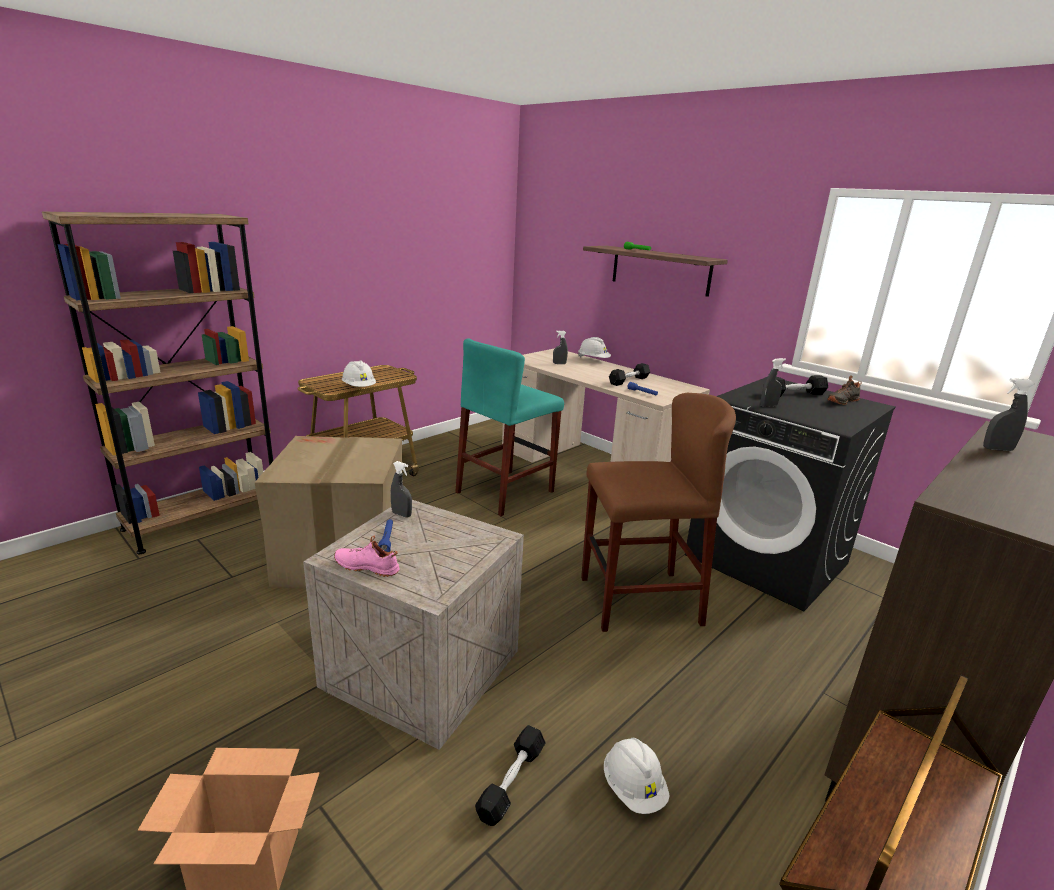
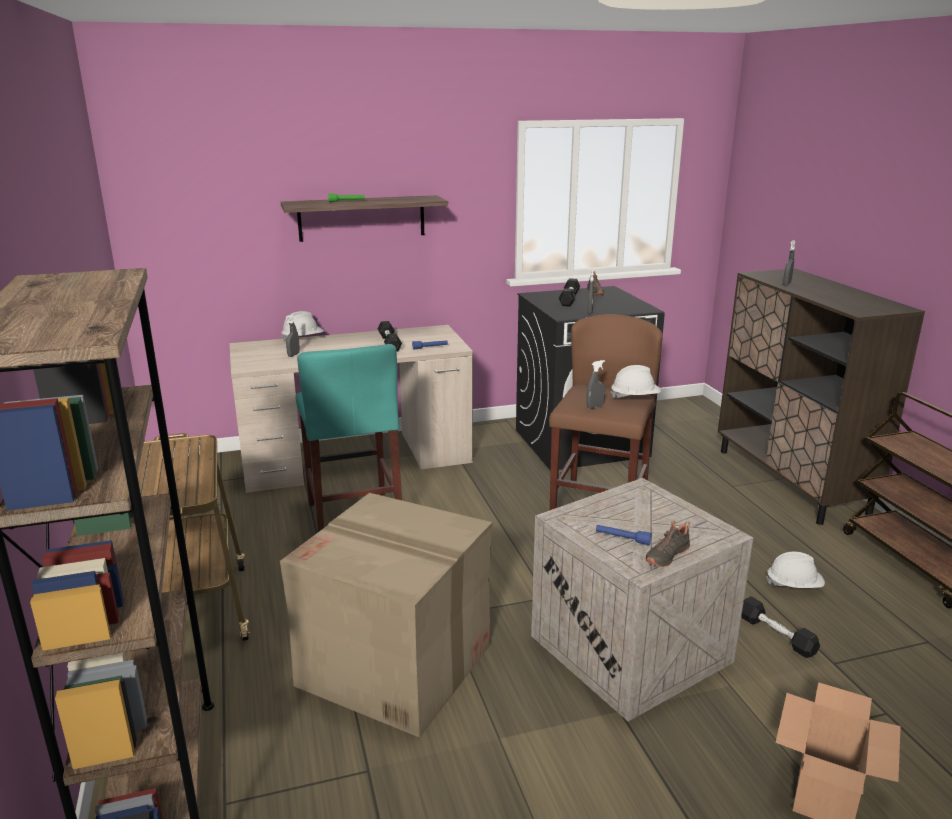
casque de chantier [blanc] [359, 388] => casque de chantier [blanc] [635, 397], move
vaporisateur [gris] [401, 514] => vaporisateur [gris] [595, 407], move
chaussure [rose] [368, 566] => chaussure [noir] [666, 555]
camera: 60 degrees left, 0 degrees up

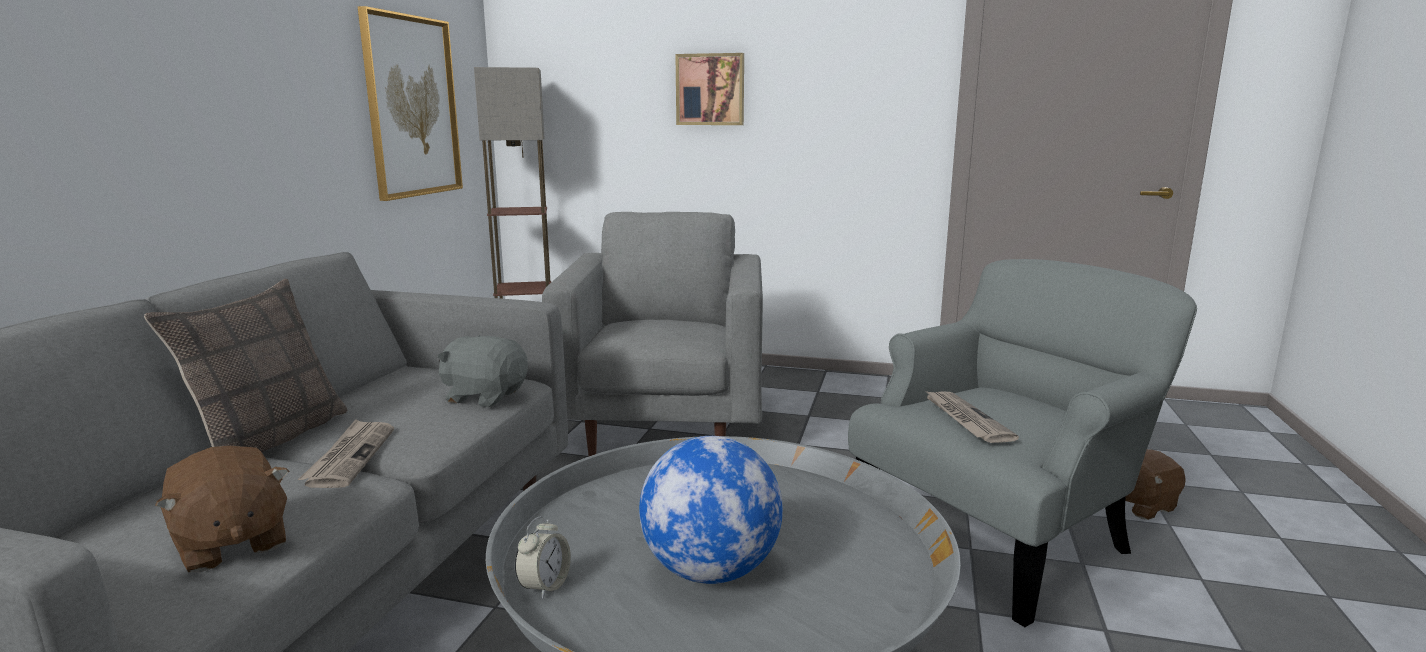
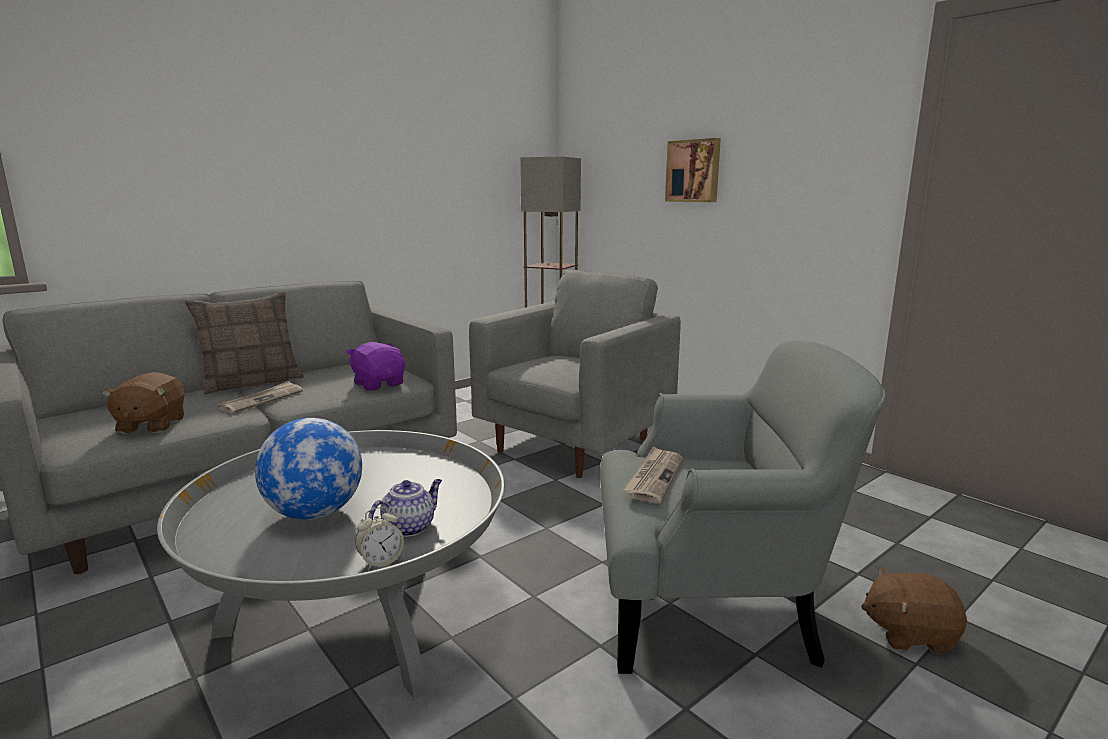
tableau [412, 107] => nothing
nothing => théière [409, 527]
réveil [544, 586] => réveil [381, 562], move
peluche [gris] [485, 396] => peluche [violet] [379, 384]
camera: 35 degrees right, 0 degrees up

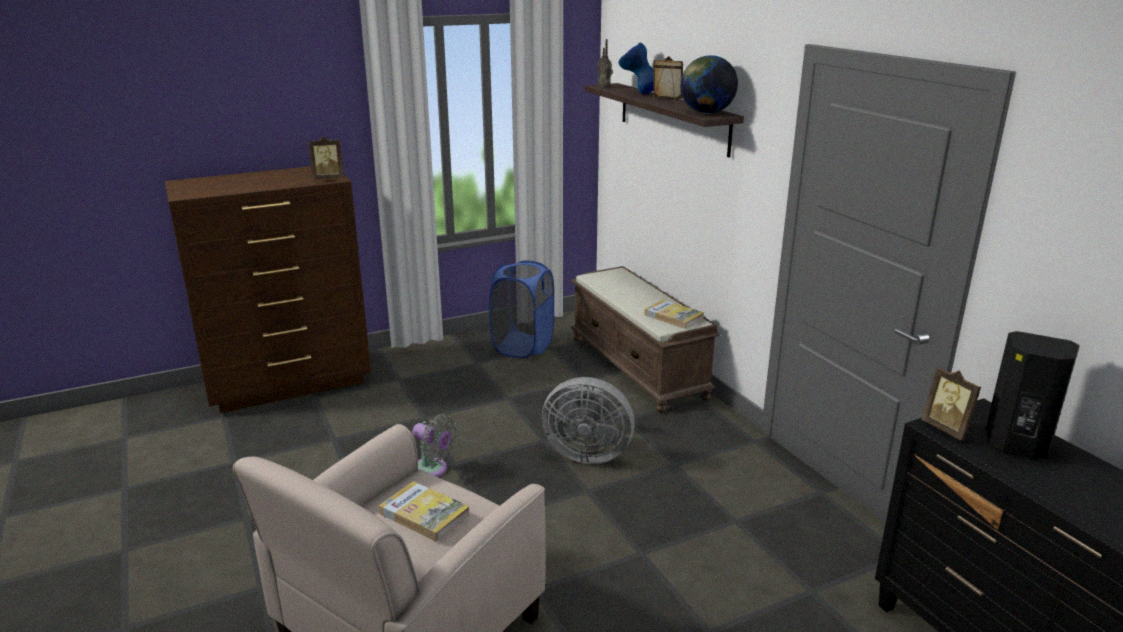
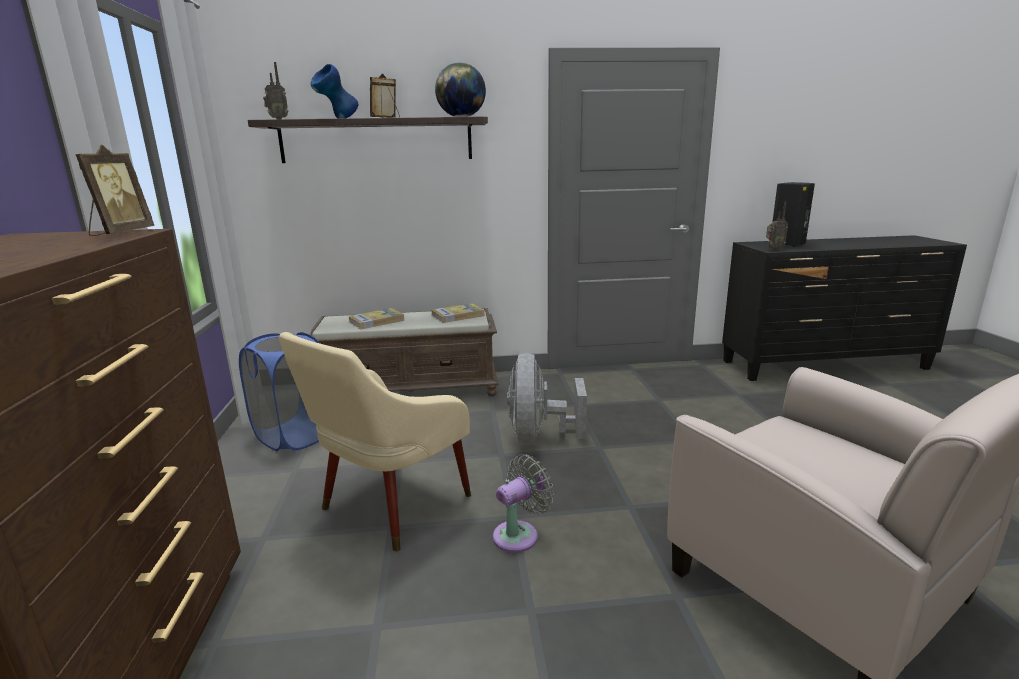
nothing => fauteuil [beige] [389, 507]
livre [424, 514] => livre [376, 321], move
cadre photo [947, 429] => radio [773, 249]
ventilateur [gris] [586, 453] => ventilateur [gris] [538, 438], 150 degrees clockwise
camera: 70 degrees left, 5 degrees down

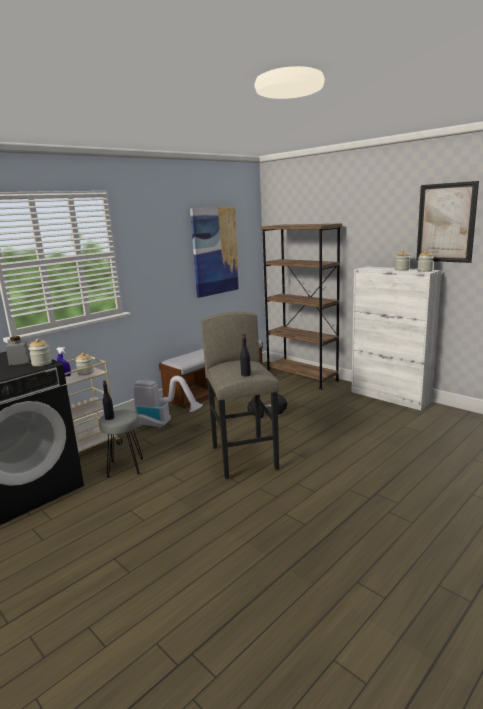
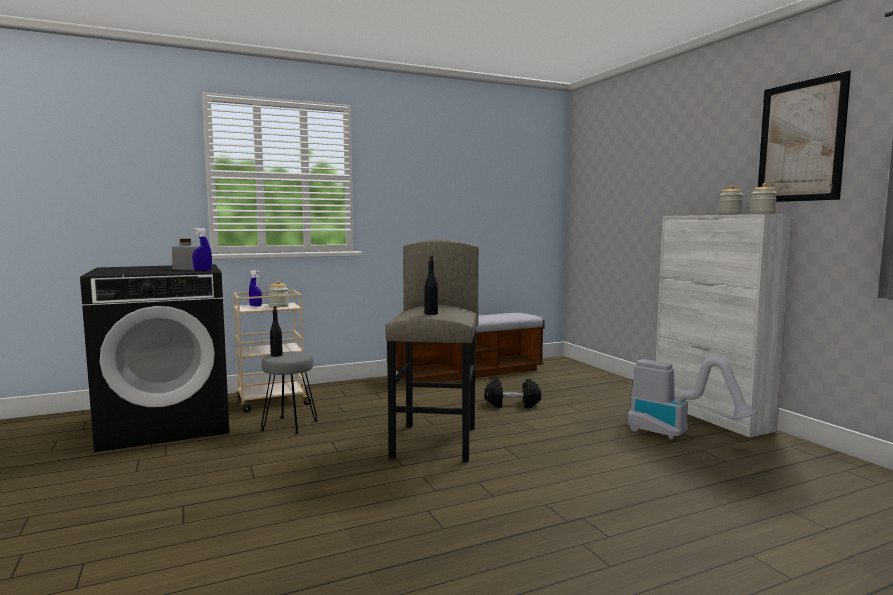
tableau [215, 251] => nothing
bibliothèque [marron] [302, 377] => nothing
aspirateur [164, 424] => aspirateur [677, 435], move
bocal [41, 363] => vaporisateur [bleu] [202, 270]
camera: 20 degrees right, 10 degrees down

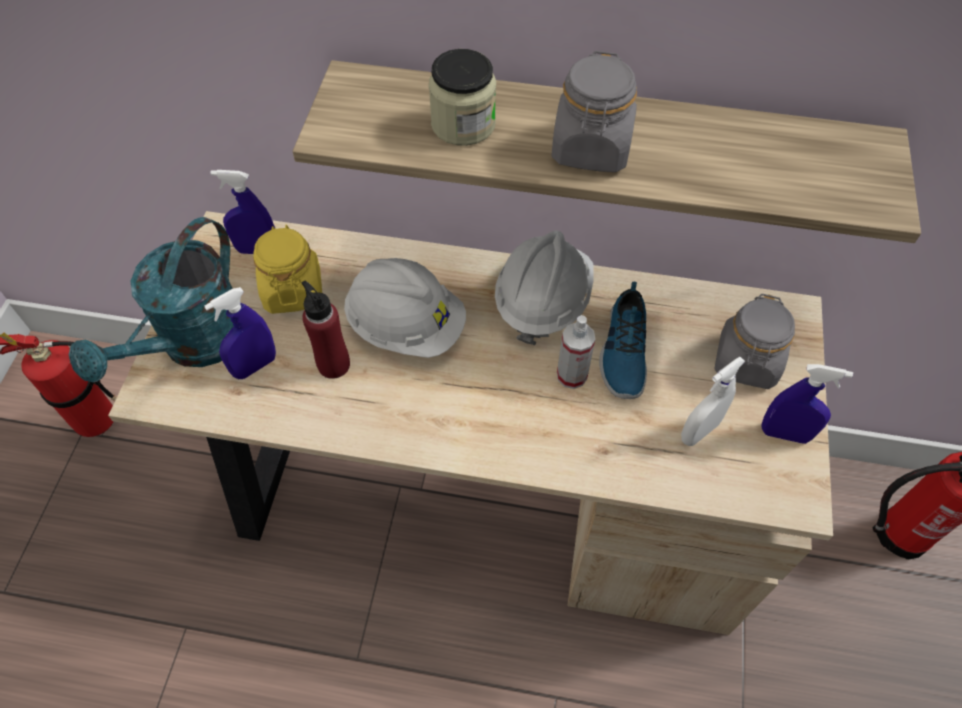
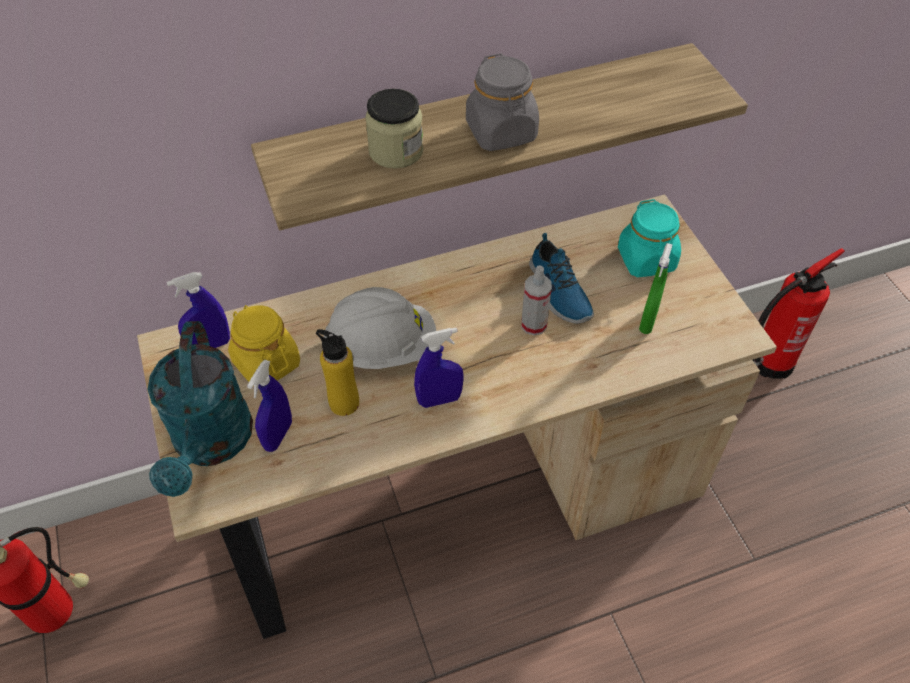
casque de chantier [blanc] [542, 301] => nothing
vaporisateur [bleu] [785, 434] => vaporisateur [bleu] [439, 400], move
bouteille [rouge] [333, 364] => bouteille [jaune] [344, 403]
vaporisateur [blanc] [699, 431] => vaporisateur [vert] [648, 321]
bocal [gris] [746, 362] => bocal [turquoise] [646, 260]
camera: 30 degrees left, 5 degrees down

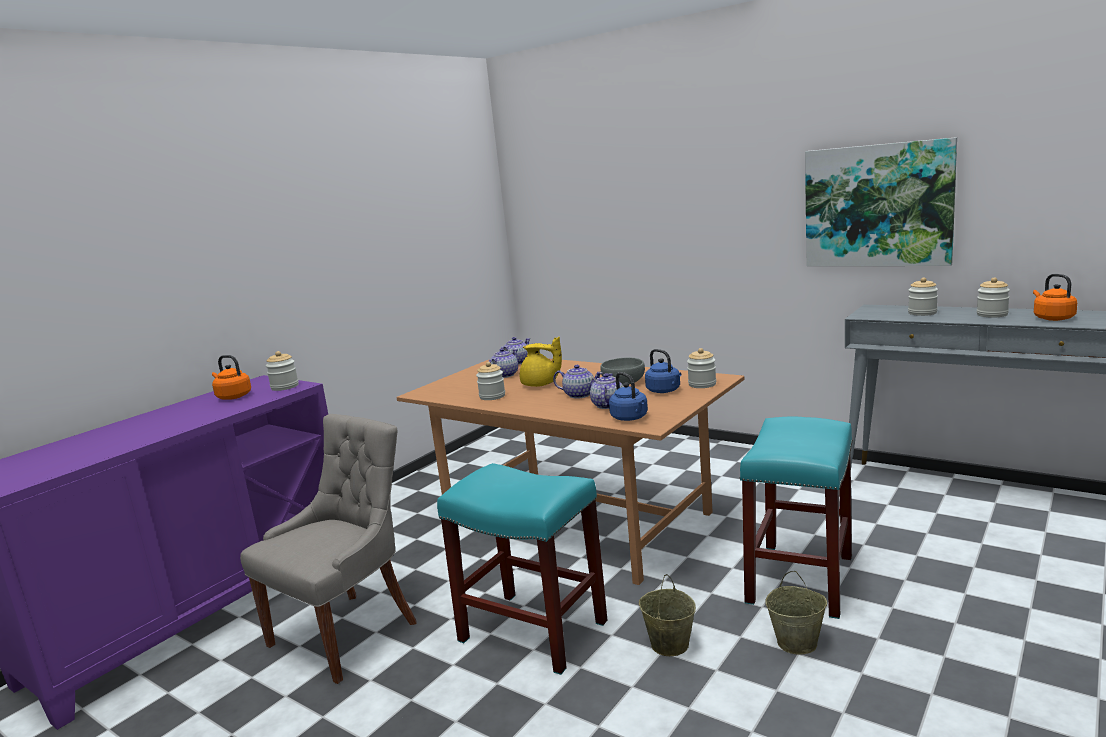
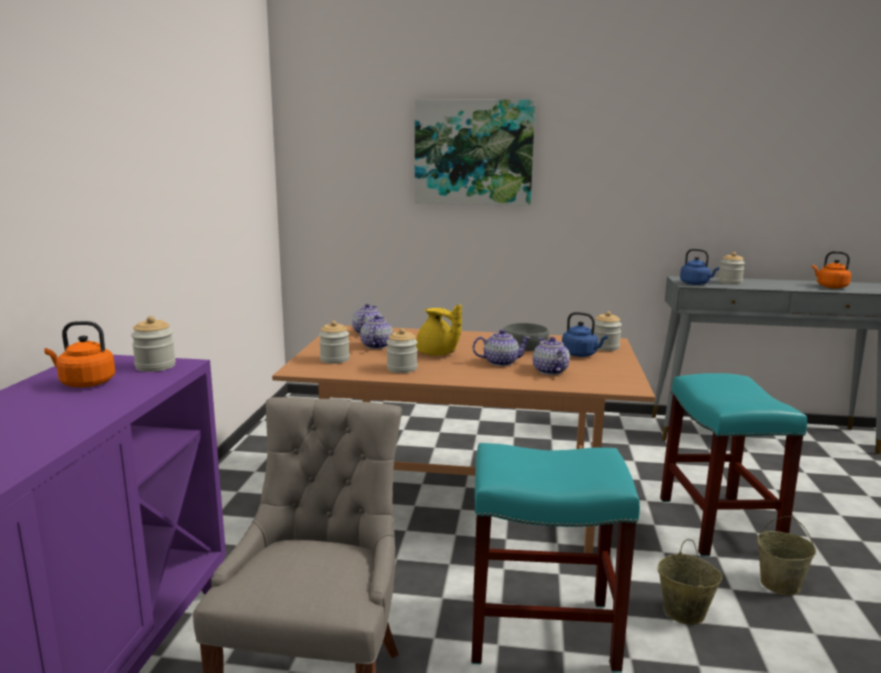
bouilloire [bleu] [630, 418] => bouilloire [bleu] [696, 284], move
tableau [877, 205] => tableau [473, 152], move
bocal [992, 314] => bocal [334, 359], move
théière [jaune] [540, 384] => théière [jaune] [437, 354], 45 degrees clockwise
camera: 30 degrees left, 0 degrees up

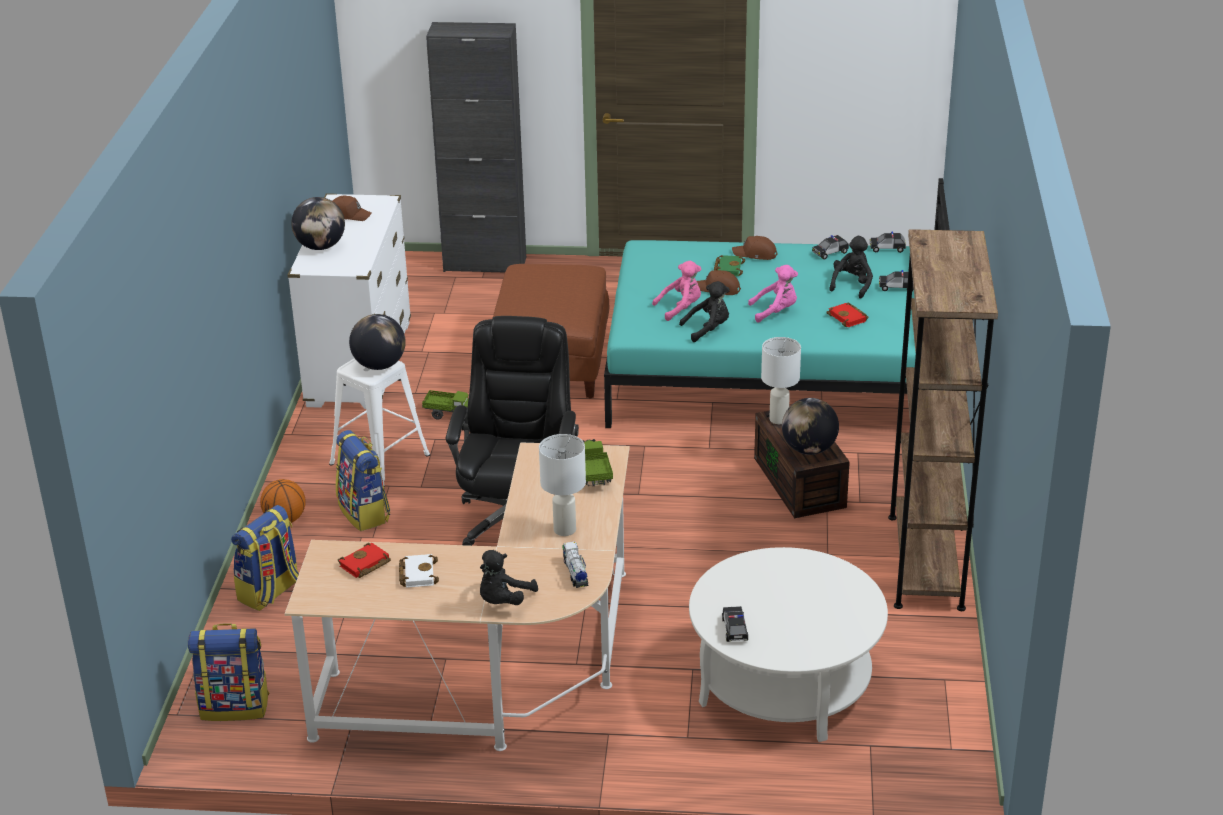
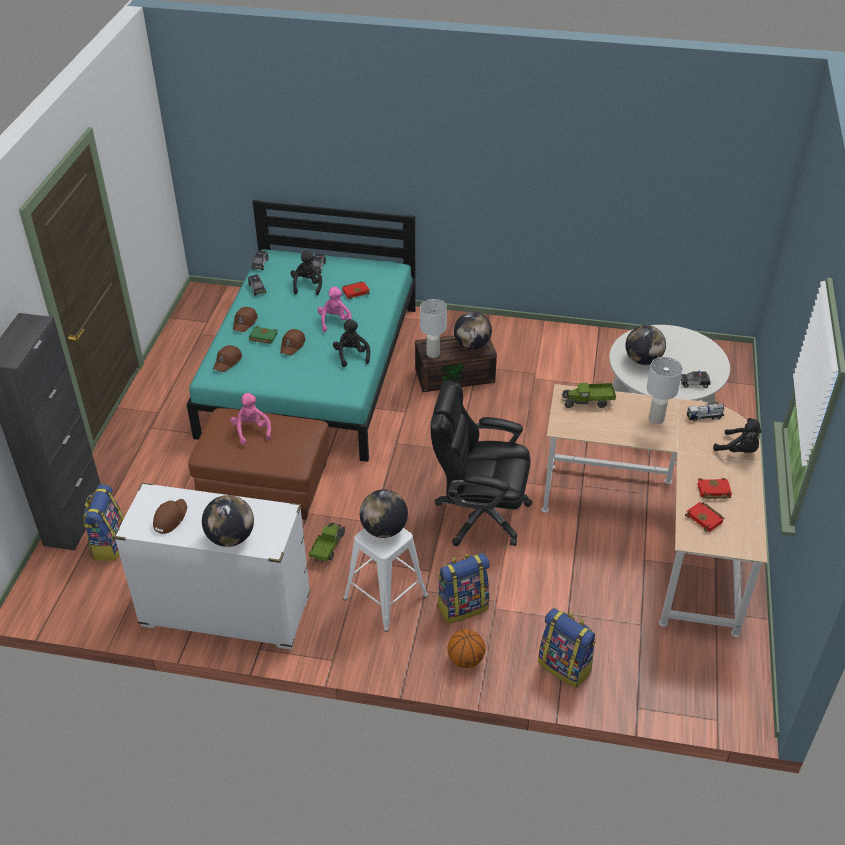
bibliothèque [marron] [925, 561] => nothing
nothing => casquette [marron] [228, 362]
nothing => globe [643, 360]
sac à dos [235, 706] => sac à dos [109, 544], move
peluche [rose] [680, 308] => peluche [rose] [251, 430], move
livre [blanc] [417, 573] => livre [rouge] [713, 491]
peluche [noir] [852, 285] => peluche [noir] [307, 285], 60 degrees clockwise
camera: 85 degrees left, 10 degrees up

